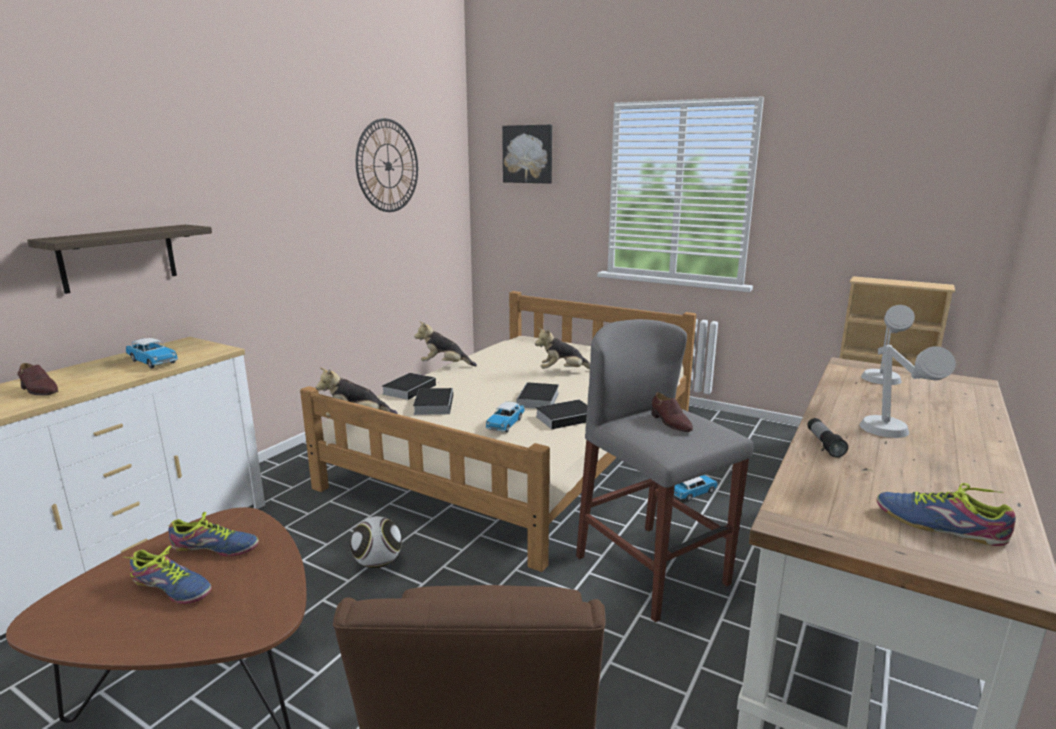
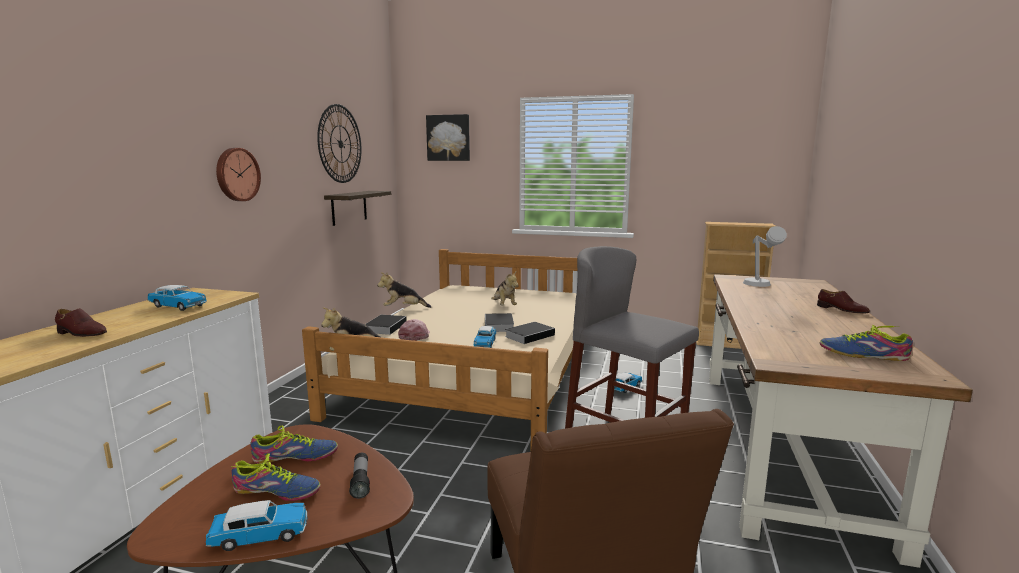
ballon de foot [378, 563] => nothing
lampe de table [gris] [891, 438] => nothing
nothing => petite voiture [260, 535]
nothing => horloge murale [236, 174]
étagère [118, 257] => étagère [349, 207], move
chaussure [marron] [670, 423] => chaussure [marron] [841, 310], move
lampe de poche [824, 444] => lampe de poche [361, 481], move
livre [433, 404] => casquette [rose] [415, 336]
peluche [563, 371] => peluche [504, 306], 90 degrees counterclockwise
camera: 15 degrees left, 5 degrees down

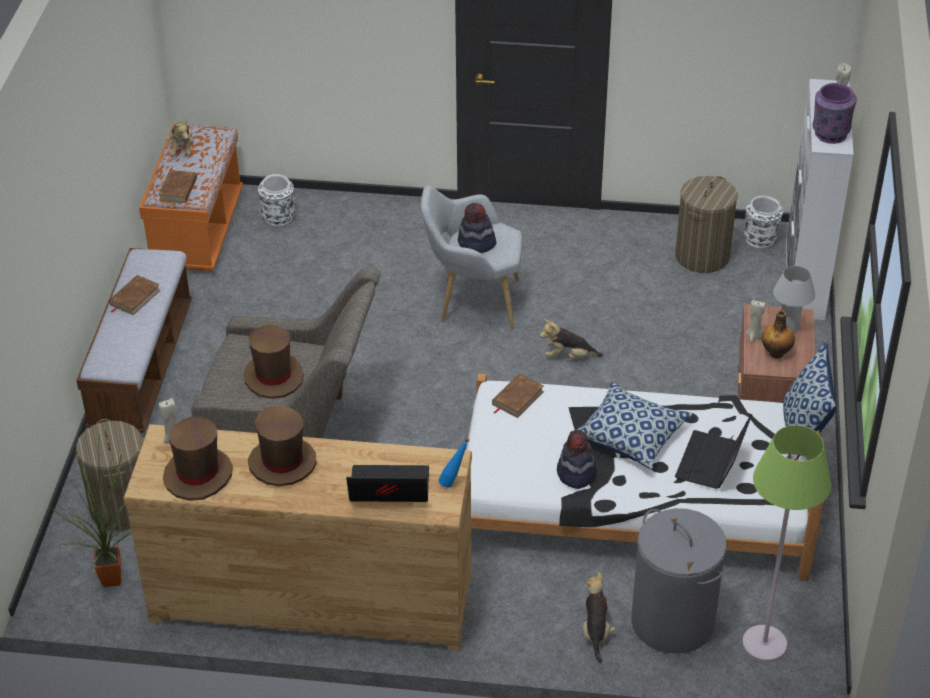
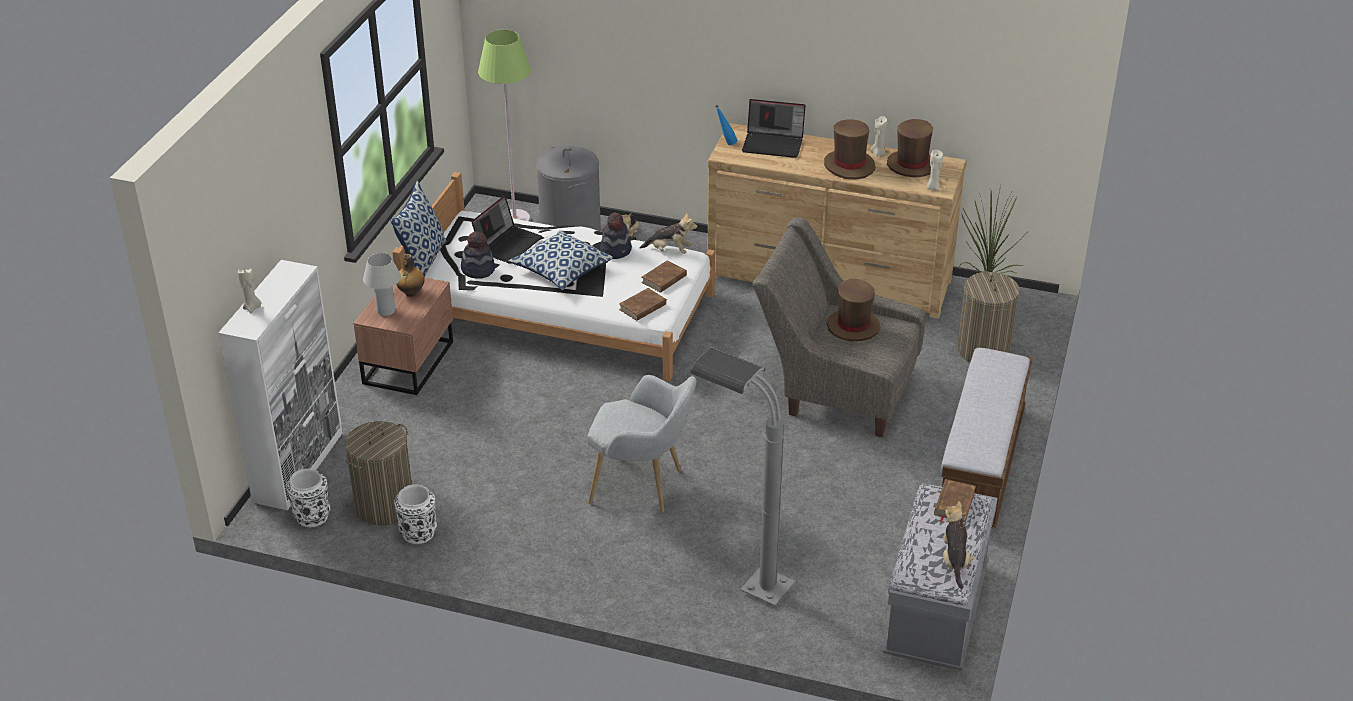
vase [violet] [829, 134] => nothing
nothing => lampadaire [gris] [742, 578]
livre [marron] [134, 297] => livre [marron] [664, 279], move
vase [blanc] [278, 218] => vase [blanc] [418, 532], move
chapeau [476, 243] => chapeau [478, 269], move
peluche [569, 356] => peluche [669, 251], move
bougie [beige] [754, 336] => bougie [beige] [878, 153], move
banc [orange] [197, 231] => banc [gris] [936, 612]
camera: 170 degrees left, 5 degrees down

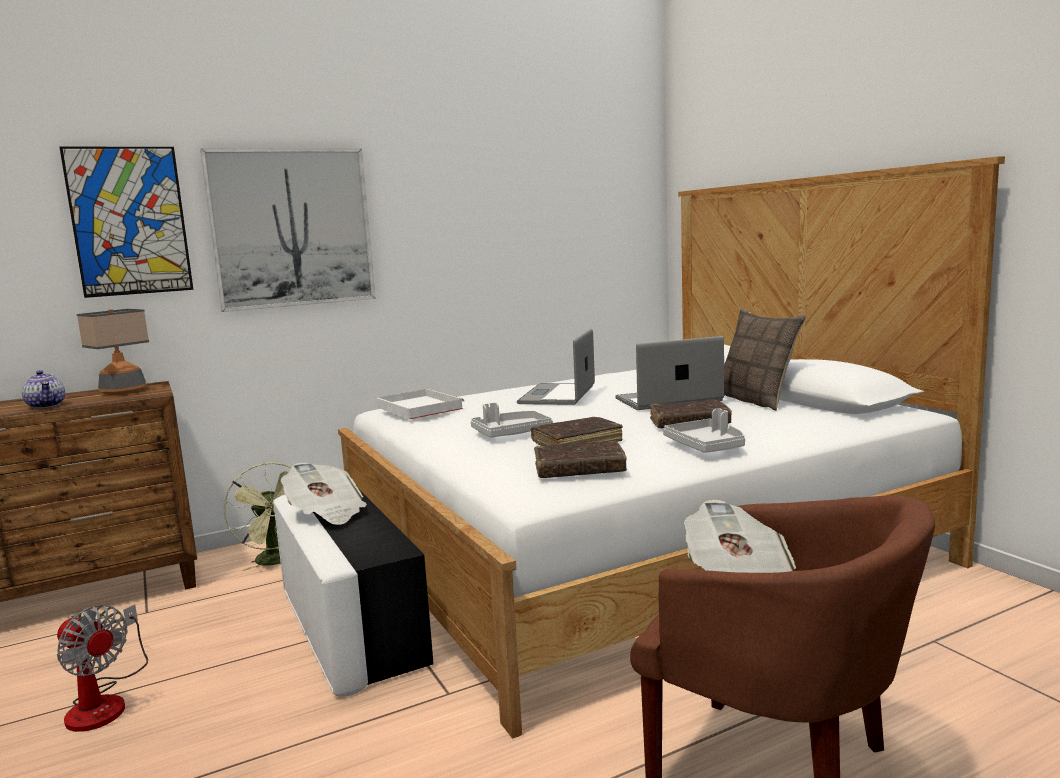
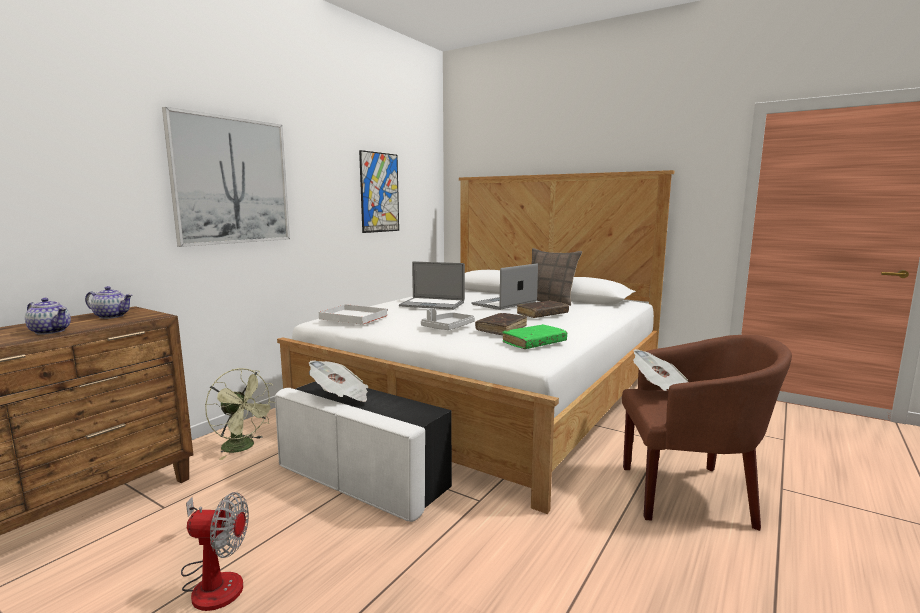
plateau [gris] [707, 446] => nothing
tableau [129, 221] => tableau [379, 192], move
lampe de table [123, 392] => théière [112, 316]
livre [marron] [579, 470] => livre [vert] [534, 343]
ordinateur portable [557, 395] => ordinateur portable [432, 304], 60 degrees counterclockwise
camera: 30 degrees left, 0 degrees up

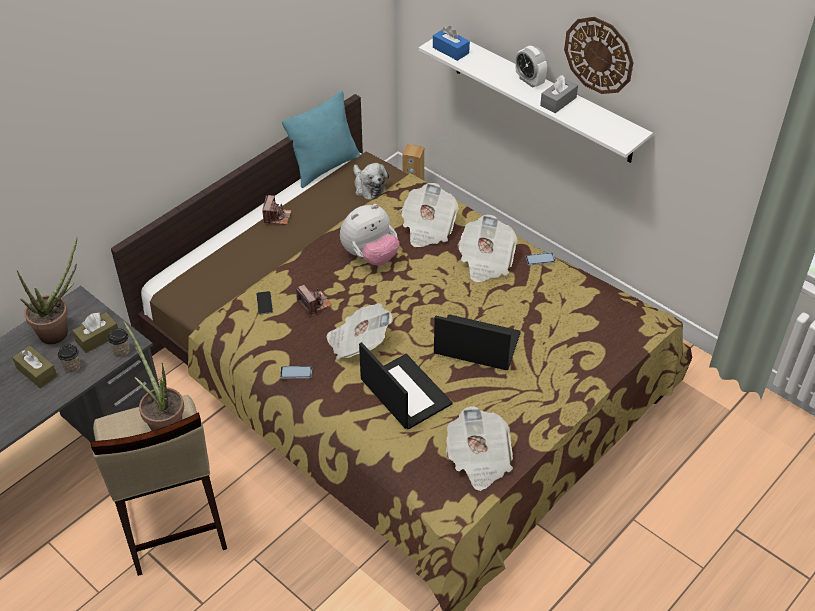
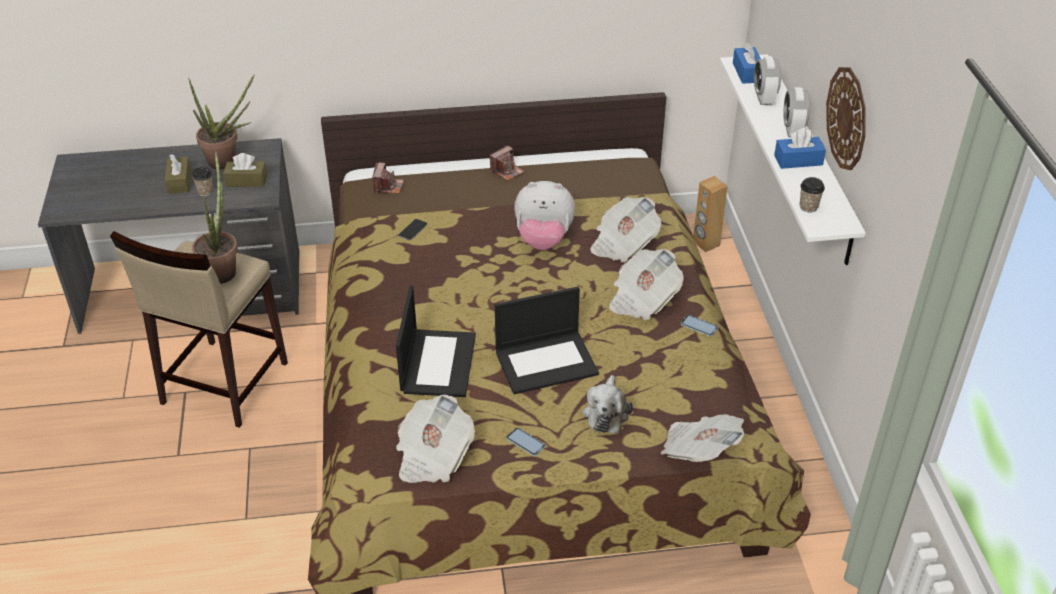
coussin [turquoise] [325, 167] => nothing
nothing => réveil [764, 98]
tasse [122, 351] => tasse [808, 207], move
téléphone [296, 373] => téléphone [525, 442], move
appareil photo [314, 304] => appareil photo [388, 186], move
journal [358, 343] => journal [699, 450], move
peluche [369, 187] => peluche [606, 412], move
boîte à mouchoirs [gris] [558, 101] => boîte à mouchoirs [bleu] [798, 160]
ordinateur portable [475, 344] => ordinateur portable [547, 361], 105 degrees clockwise
camera: 40 degrees right, 5 degrees down

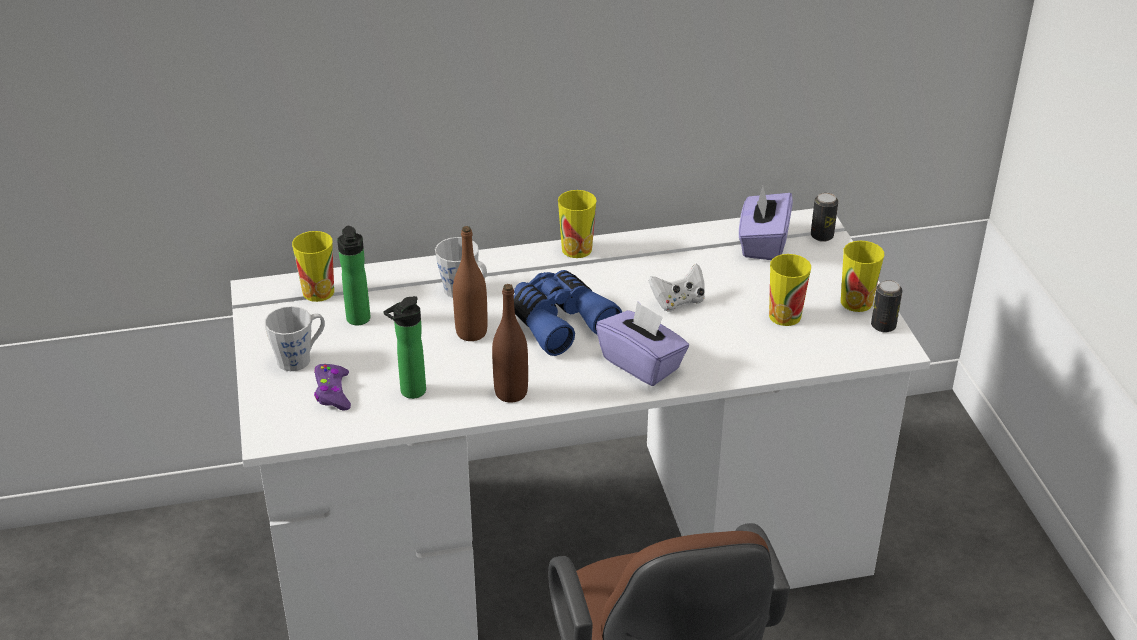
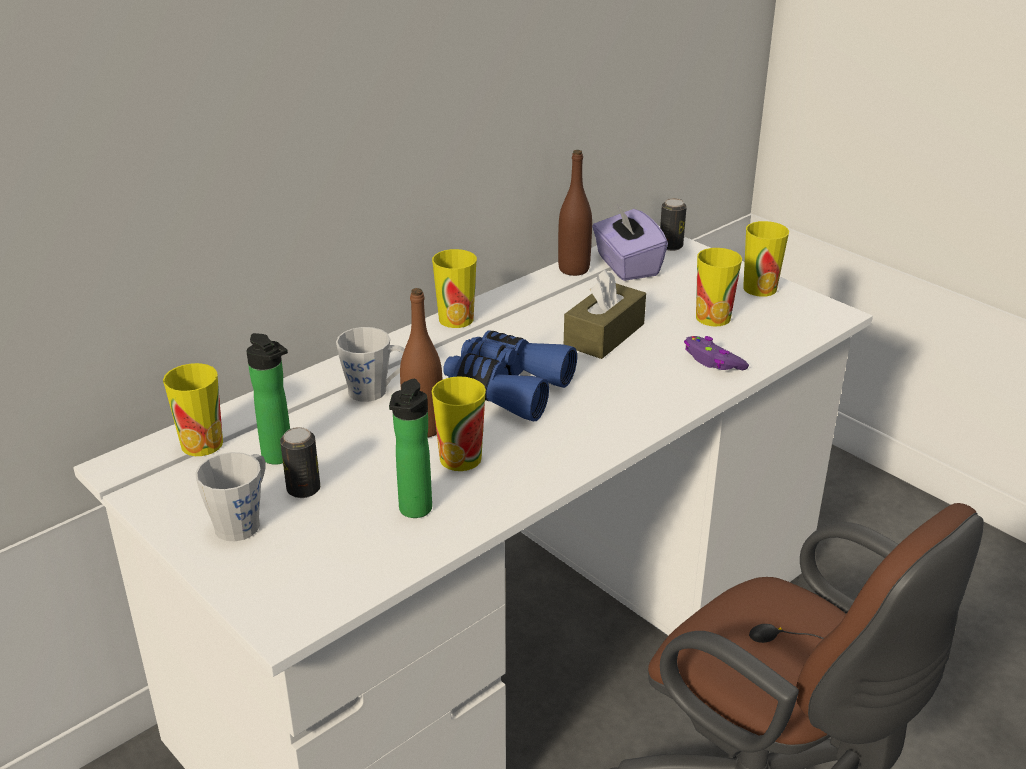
boîte à mouchoirs [violet] [642, 363] => nothing
nothing => tasse [460, 458]
manette [violet] [332, 393] => manette [violet] [713, 361], move
bouteille [marron] [511, 393] => bouteille [marron] [573, 269], move
boîte métallique [883, 326] => boîte métallique [303, 489], move
manette [blanc] [678, 301] => boîte à mouchoirs [marron] [604, 335]
camera: 30 degrees left, 5 degrees down

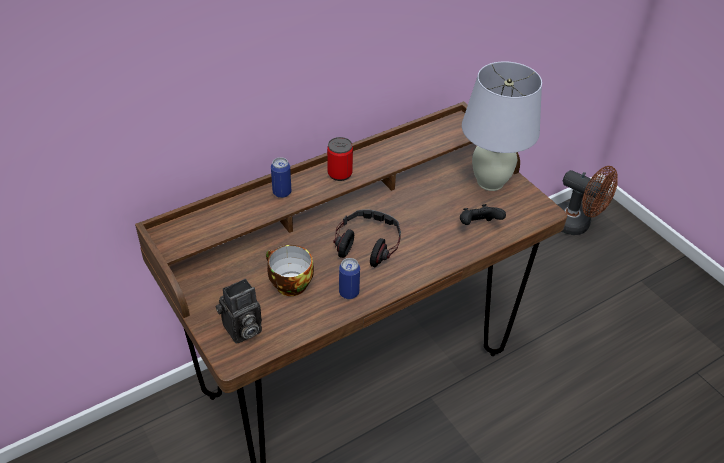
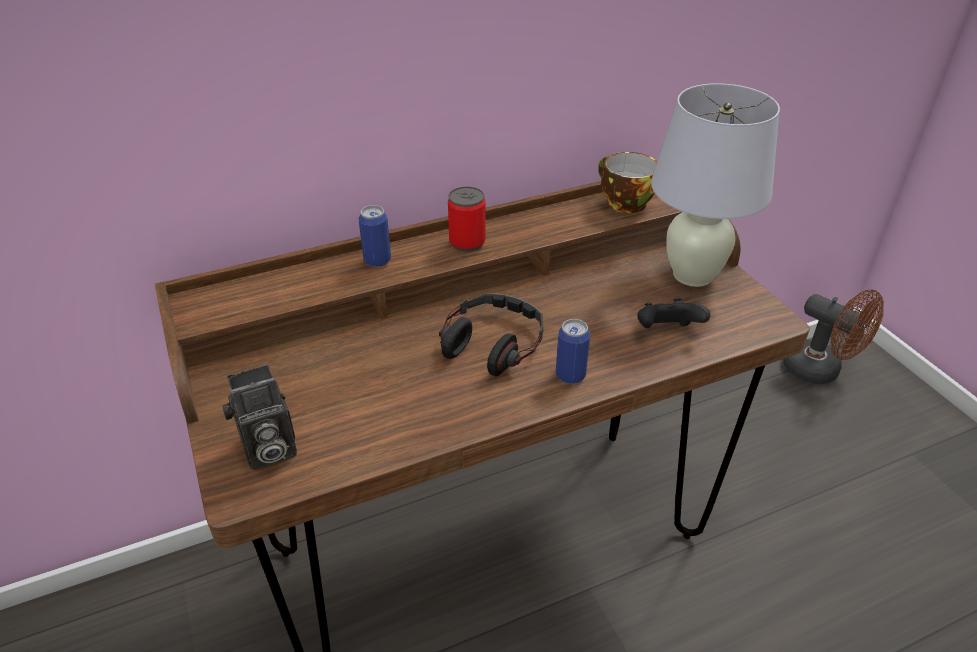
tasse [288, 284] => tasse [623, 203], move
boîte métallique [349, 293] => boîte métallique [570, 375], move
camera: 10 degrees right, 5 degrees down

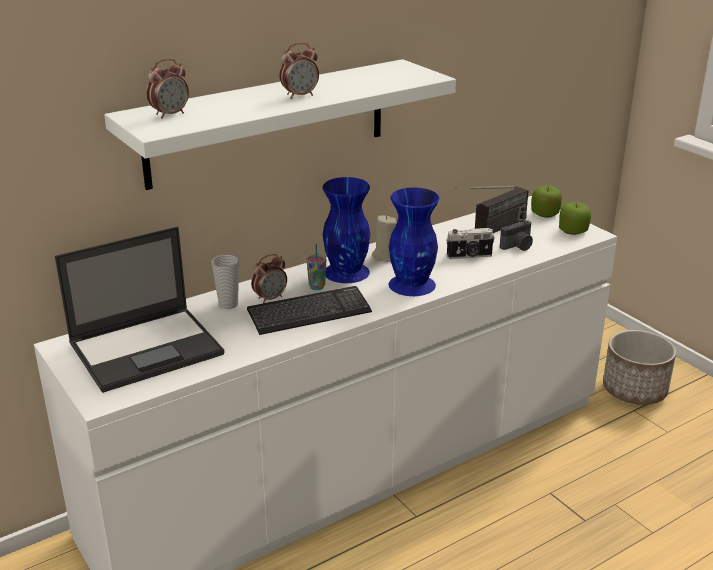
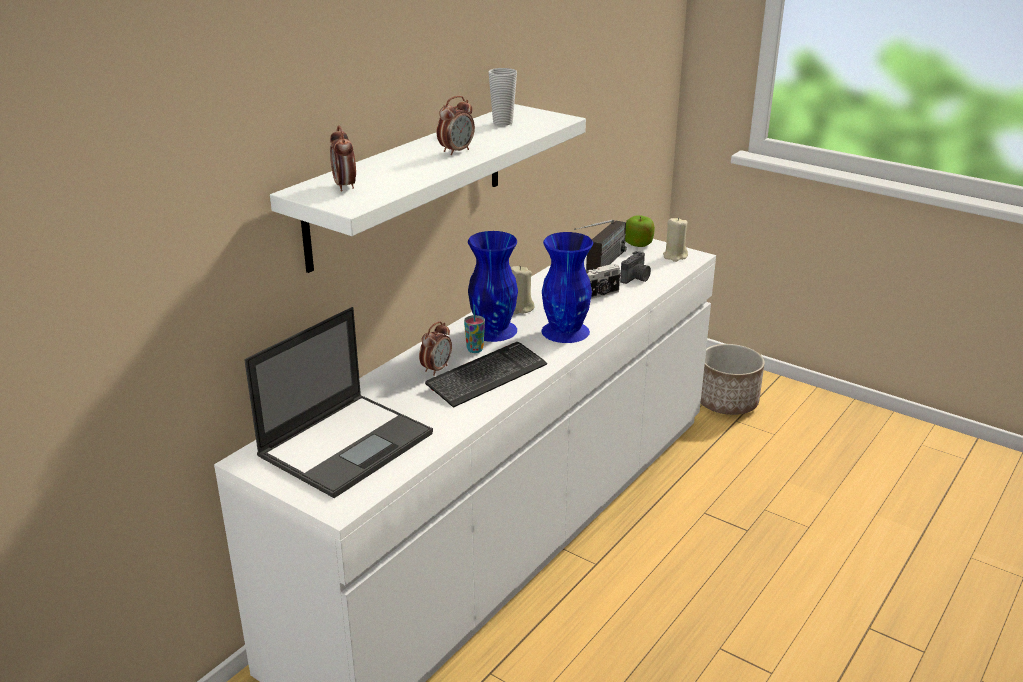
tasse [228, 304] => tasse [502, 123], move
pomme [573, 231] => bougie [beige] [675, 256]
réveil [170, 114] => réveil [345, 186], 135 degrees clockwise
camera: 20 degrees left, 0 degrees up

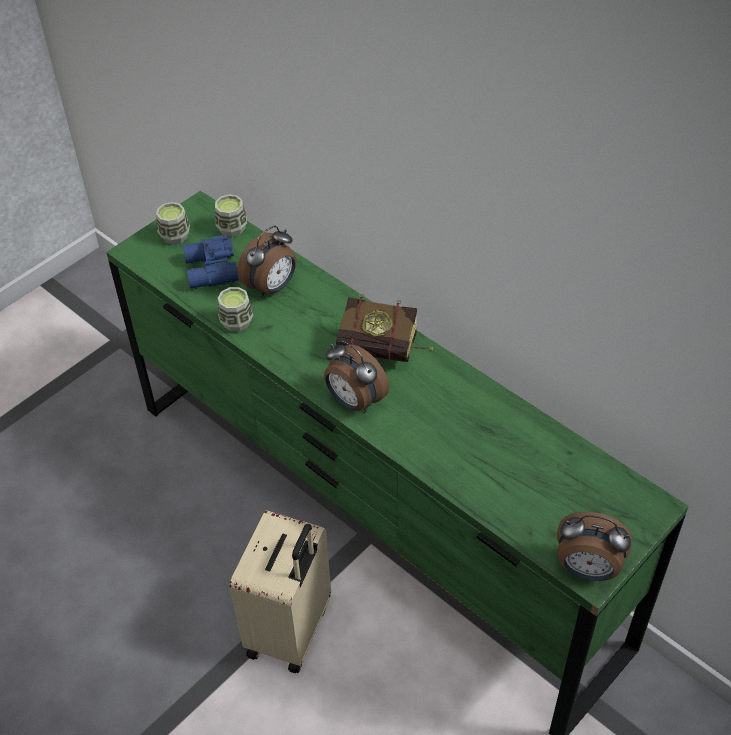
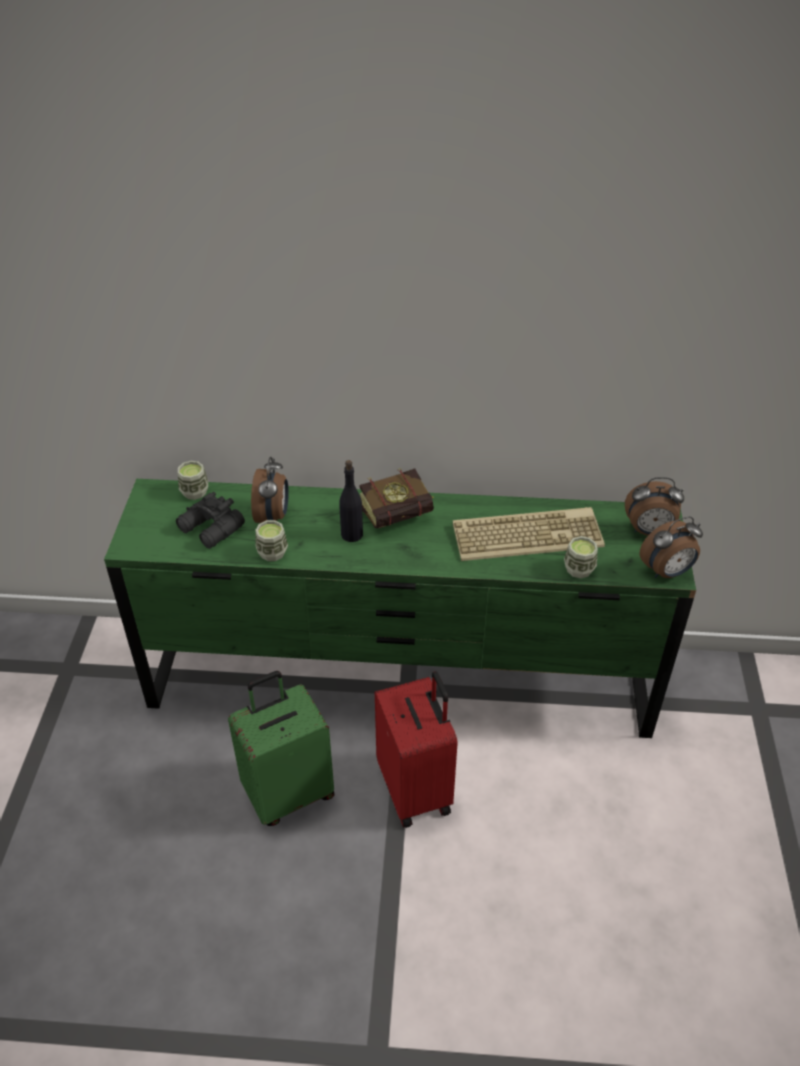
nothing => valise [vert] [288, 792]
nothing => bouteille [noir] [352, 534]
nothing => clavier [528, 534]
tasse [175, 236] => tasse [579, 569], move
réveil [354, 401] => réveil [649, 531], move
jumelles [bleu] [210, 271] => jumelles [noir] [211, 529]
valise [beige] [291, 631] => valise [rouge] [416, 789]
camera: 40 degrees left, 5 degrees down

